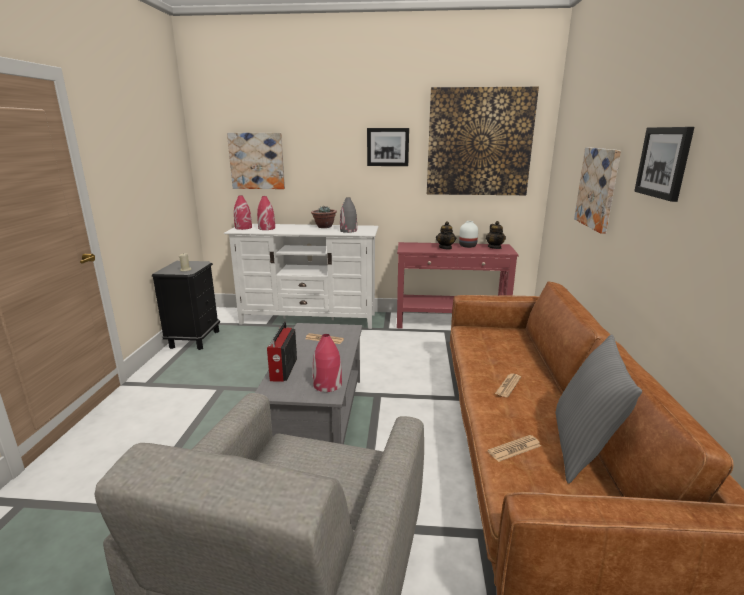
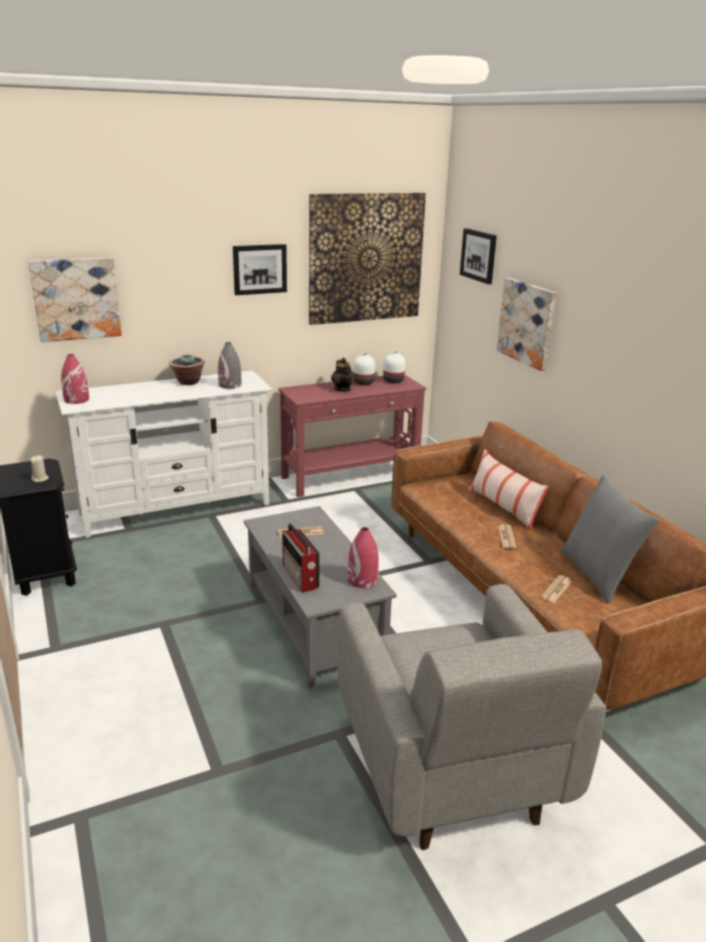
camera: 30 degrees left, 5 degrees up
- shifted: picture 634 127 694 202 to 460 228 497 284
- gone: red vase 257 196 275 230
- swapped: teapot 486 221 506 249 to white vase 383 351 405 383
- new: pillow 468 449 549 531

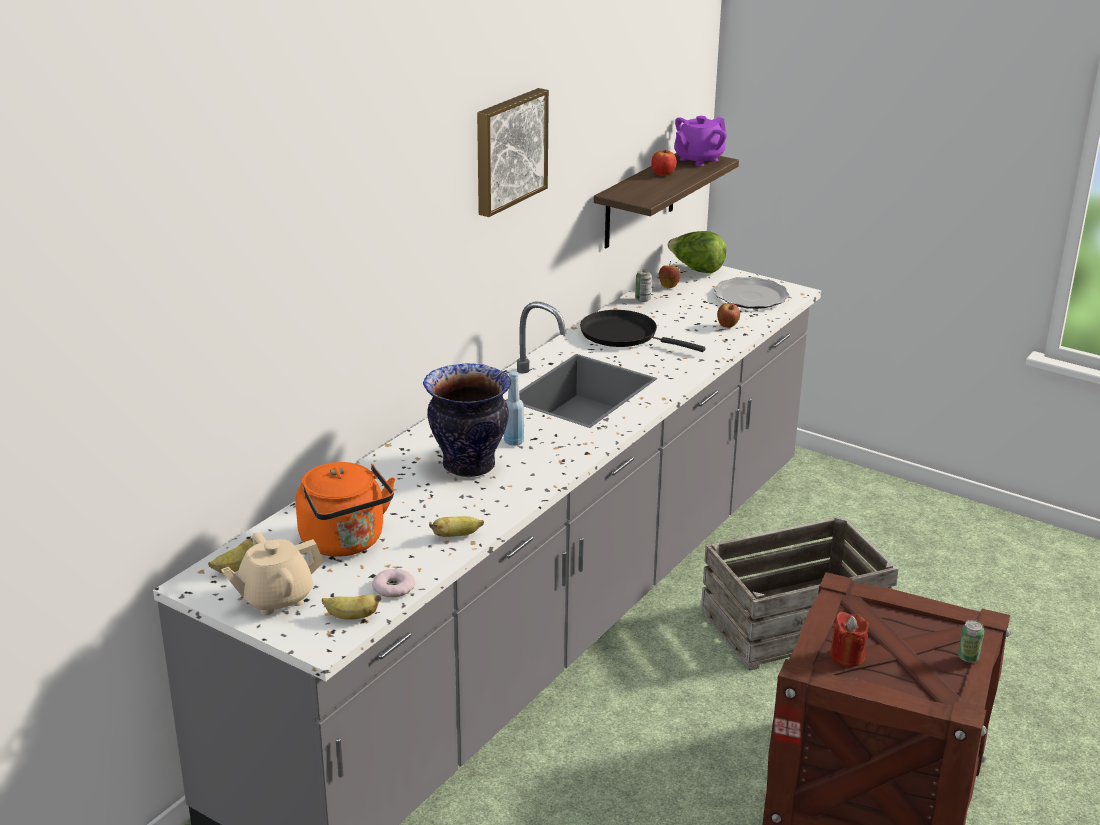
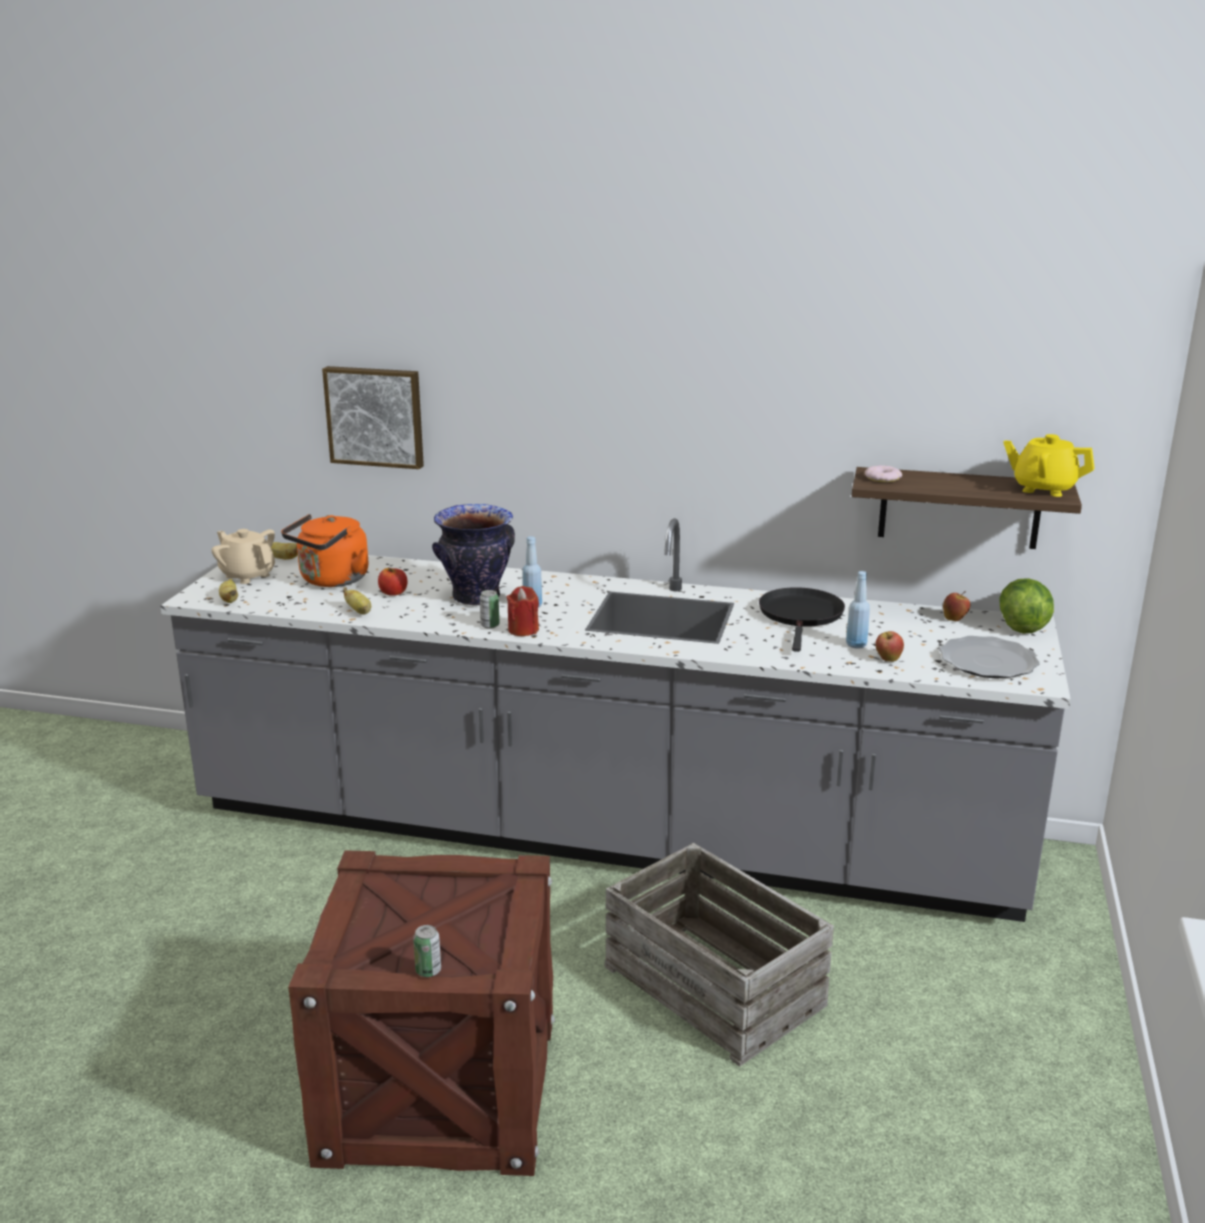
camera: 70 degrees right, 5 degrees down
- shifted: picture 477 88 549 217 to 322 366 424 469
- repainted: purple teapot 674 116 727 166 to yellow teapot 1003 434 1095 497
- shifted: apple 651 150 677 176 to 378 567 408 596
- shifted: can 635 270 652 302 to 480 590 500 629
- shifted: donut 372 569 415 597 to 865 465 902 482
- shifted: red candle 830 611 869 667 to 506 586 539 636
- new: blue bottle 846 571 870 649

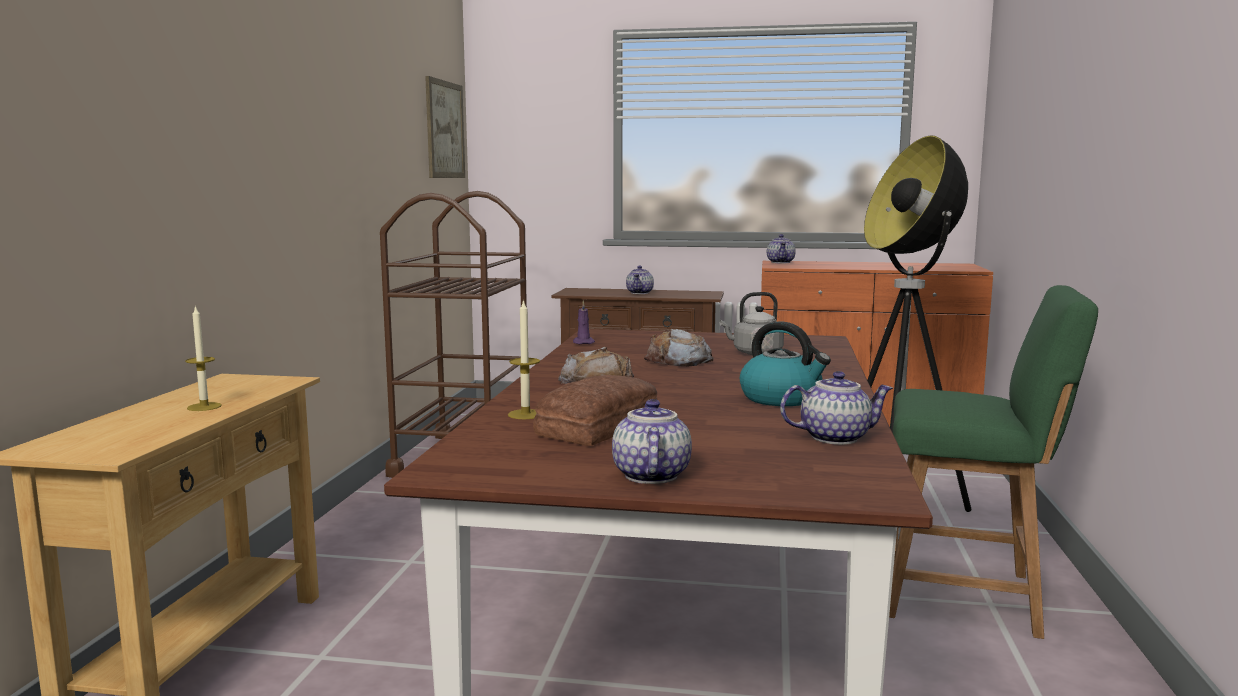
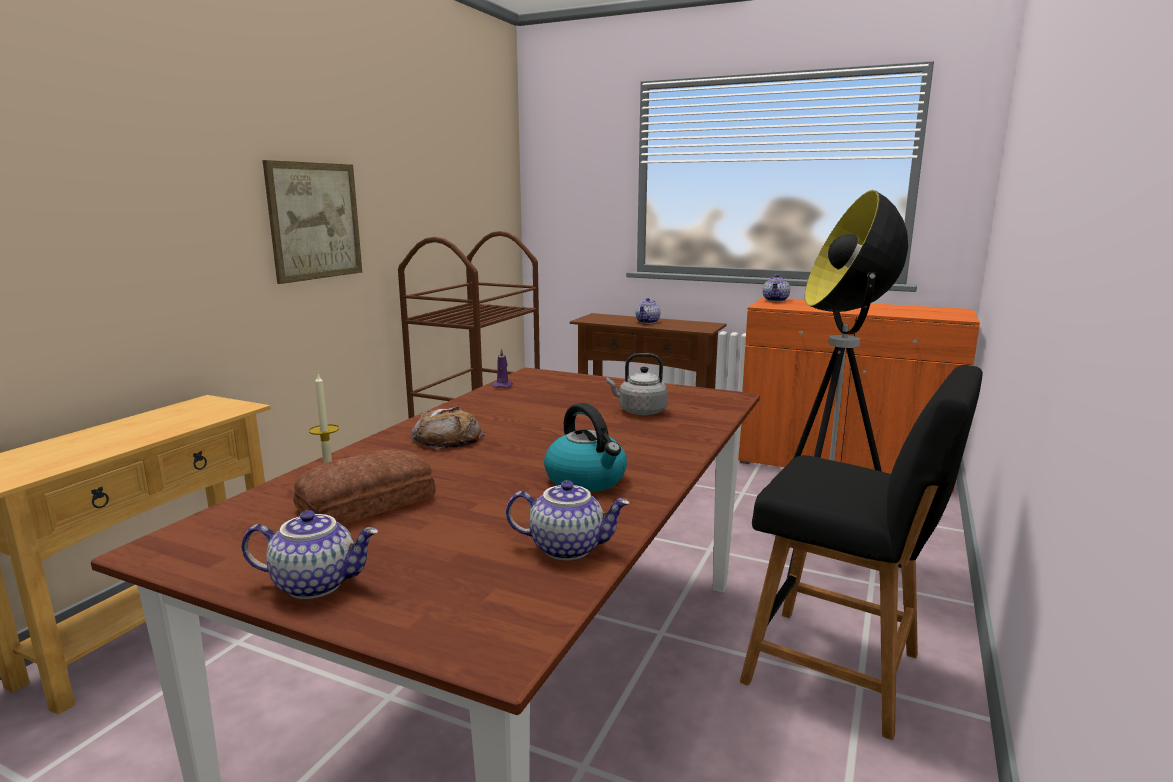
camera: 15 degrees right, 5 degrees up
- shifted: picture 425 76 465 178 to 263 160 362 284
- repainted: green chair 889 285 1098 639 to black chair 740 365 983 740
- gone: candle 185 305 222 411
- gone: bread 644 329 713 366
- rotated: teapot 612 399 692 484 = 242 510 379 599 75 degrees clockwise

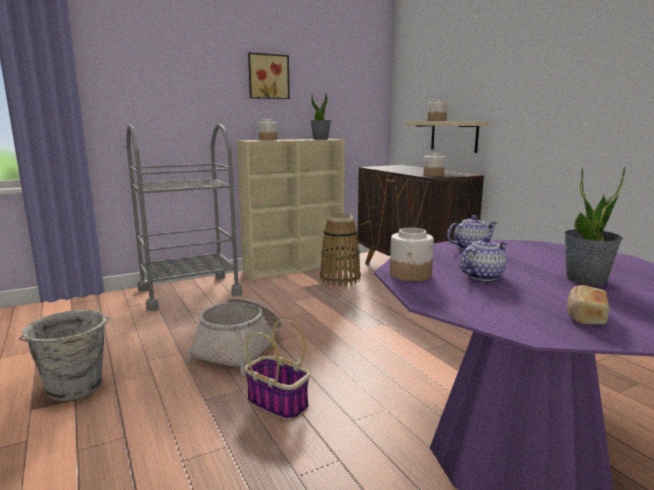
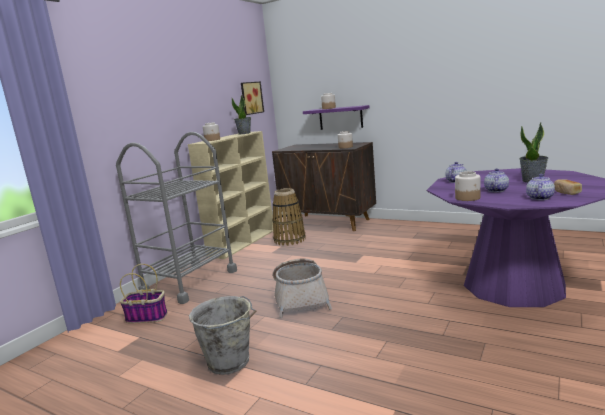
camera: 30 degrees left, 0 degrees up
- shifted: picture 248 52 290 99 to 241 81 264 115
- repainted: beige shelf 405 121 488 153 to purple shelf 303 105 369 130
- shifted: basket 245 319 310 421 to 120 264 167 323
- new: teapot 526 174 555 200

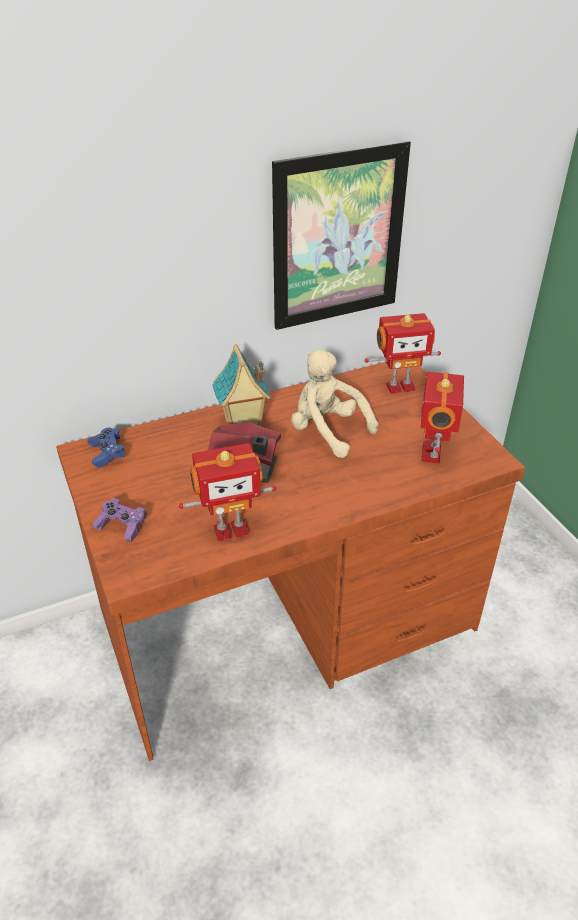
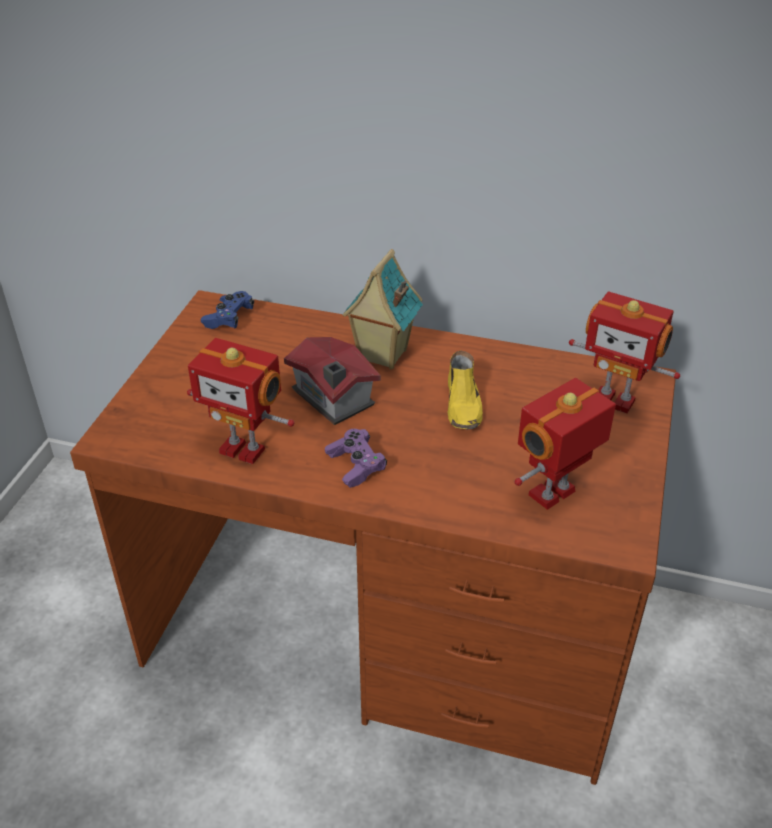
camera: 40 degrees right, 0 degrees up
- gone: picture 272 140 411 330
- swapped: beige plush toy 291 350 379 458 to yellow shoe 447 350 483 429
- shifted: purple game controller 92 498 147 542 to 325 429 387 488

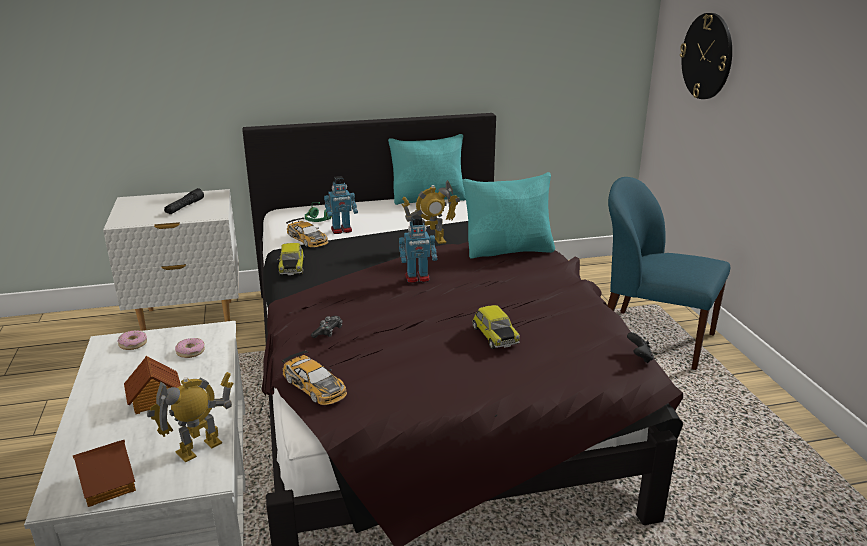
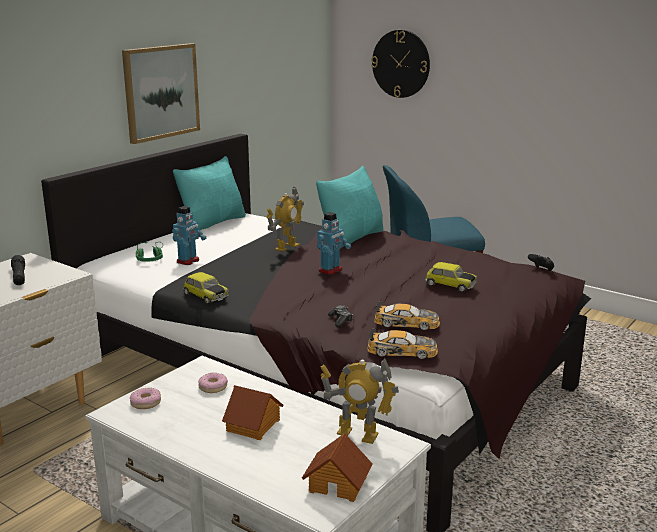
camera: 40 degrees left, 5 degrees down
- shifted: toy car 286 218 328 247 to 374 301 440 330
- rotated: toy robot 147 372 234 462 = 320 358 399 444 75 degrees counterclockwise
- new: picture 122 43 200 144

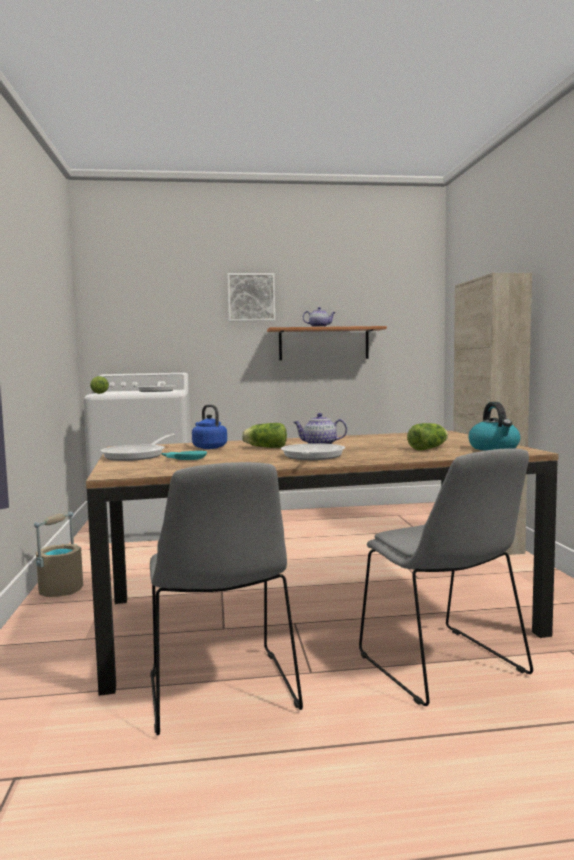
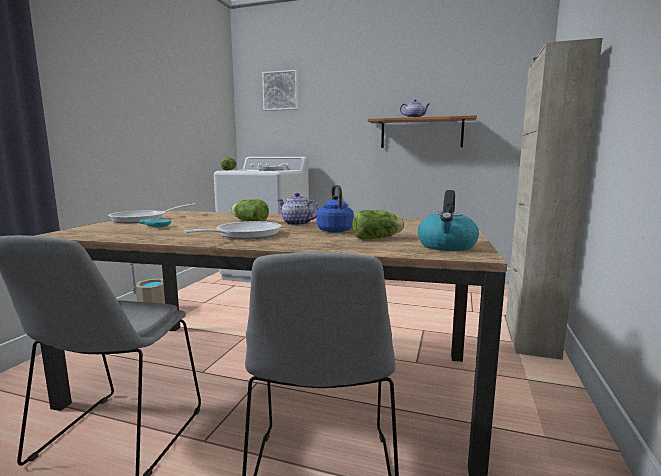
camera: 25 degrees right, 5 degrees up
- shifted: picture 227 273 275 321 to 262 70 299 111
- shifted: blue kettle 192 404 227 449 to 316 185 354 233

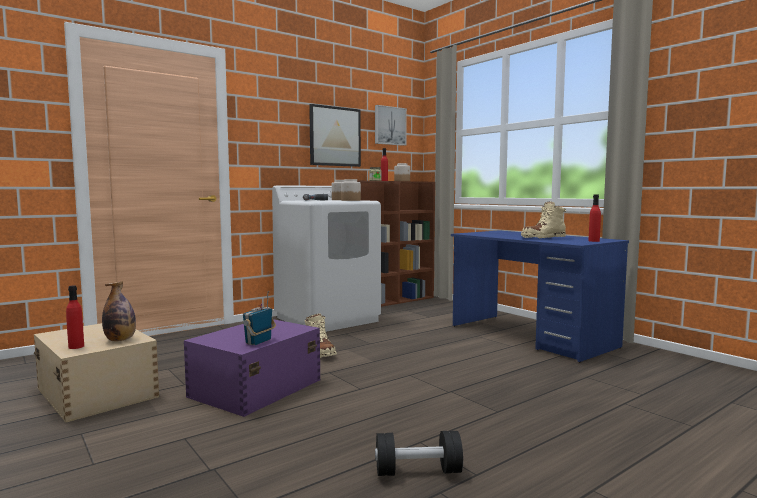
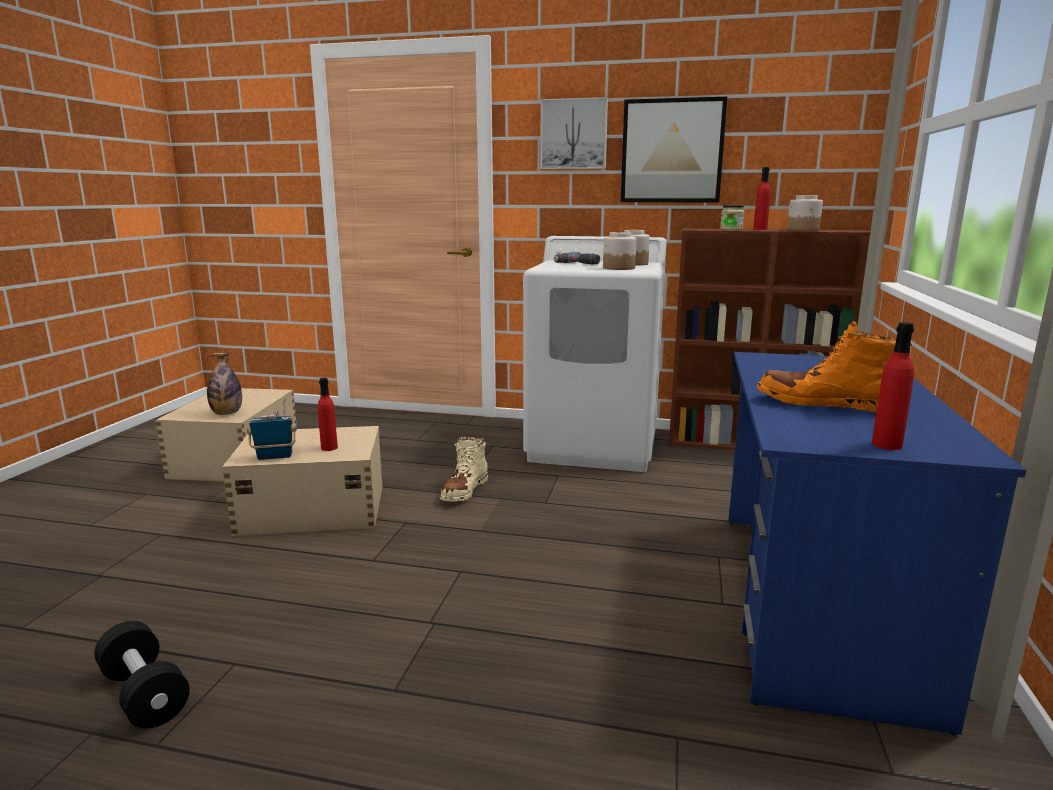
camera: 50 degrees right, 10 degrees up
- shifted: picture 375 105 407 146 to 540 97 608 169
- repainted: beige boot 521 202 566 238 to orange boot 757 320 912 412
- shifted: red bottle 66 285 84 349 to 318 378 338 451
- repainted: purple storage box 184 319 320 417 to beige storage box 222 426 383 536

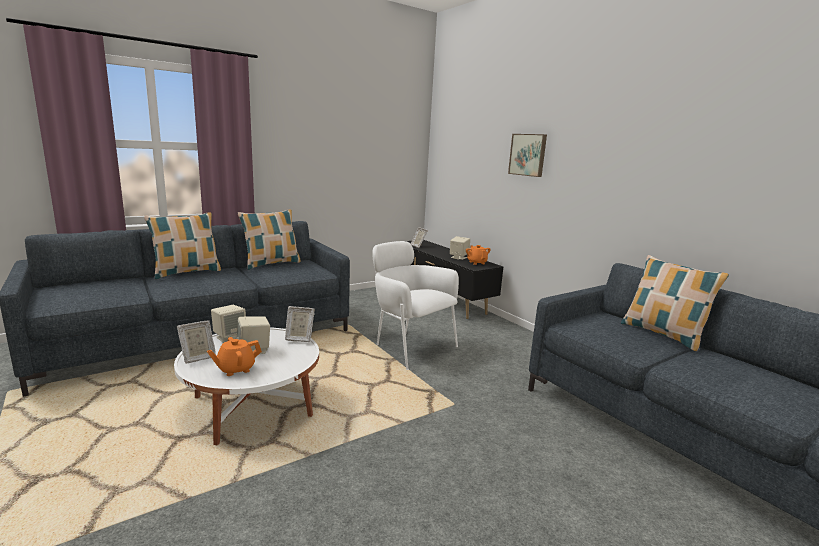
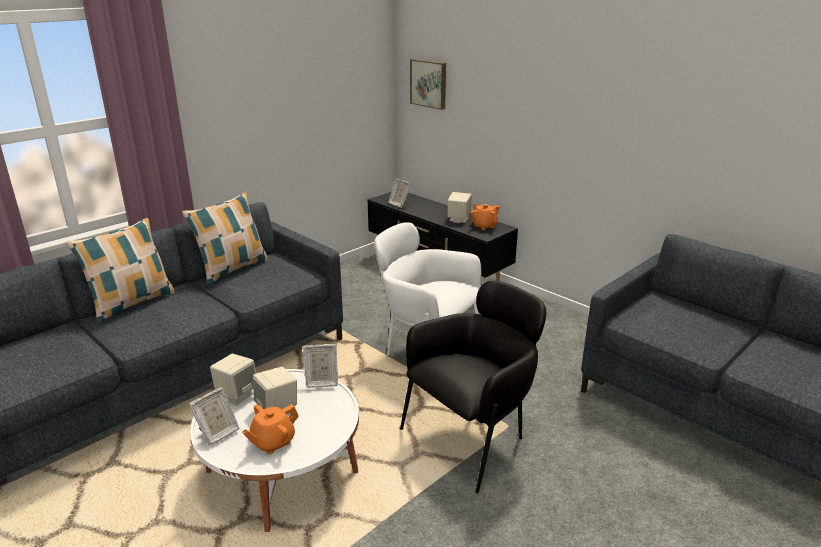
camera: 10 degrees left, 10 degrees up
- shifted: picture 508 134 547 177 to 410 59 446 110
- gone: pillow 621 255 729 351
- new: black armchair 400 280 546 493

